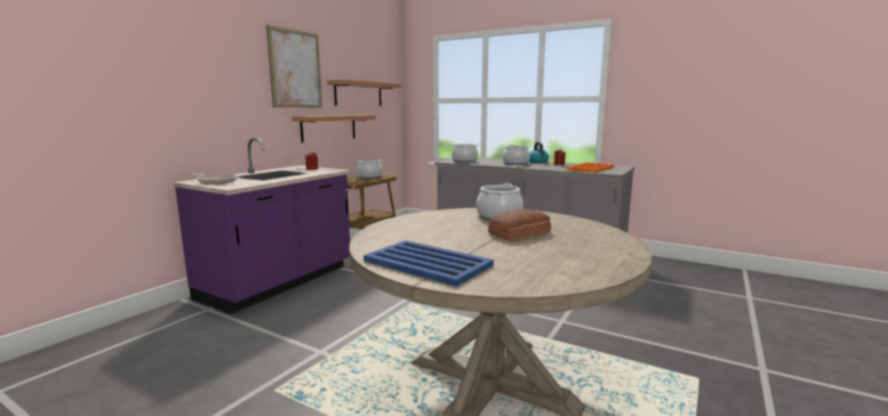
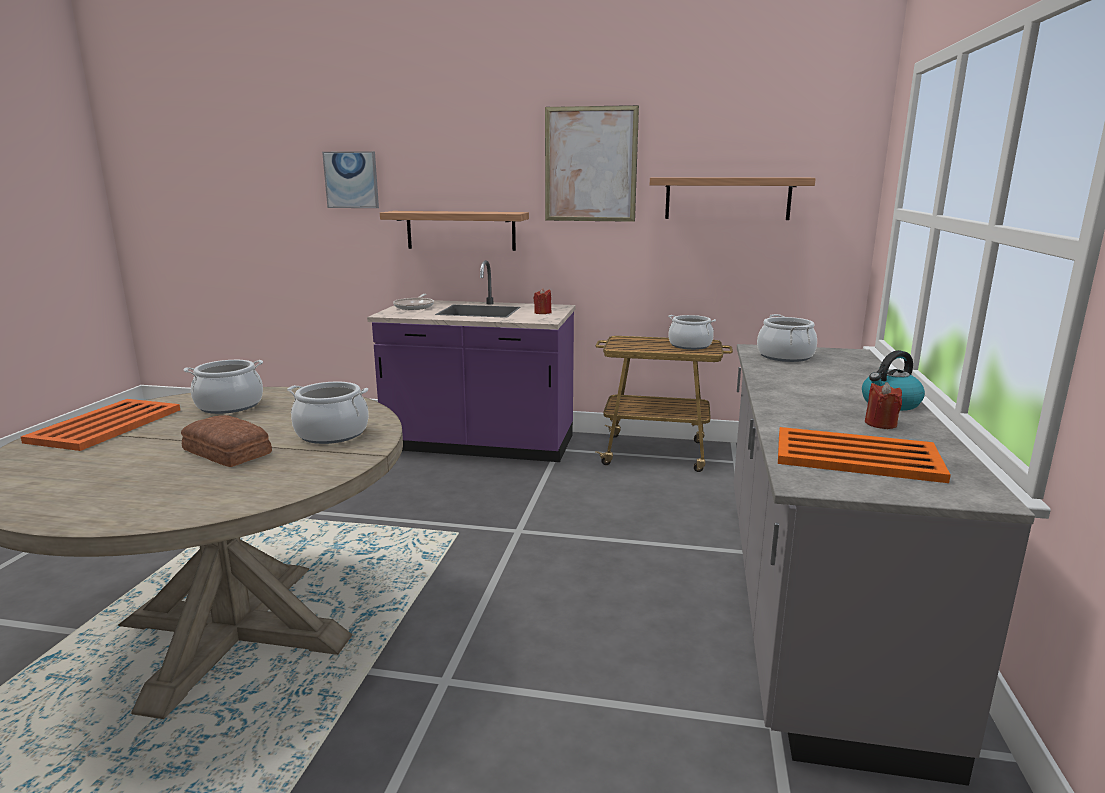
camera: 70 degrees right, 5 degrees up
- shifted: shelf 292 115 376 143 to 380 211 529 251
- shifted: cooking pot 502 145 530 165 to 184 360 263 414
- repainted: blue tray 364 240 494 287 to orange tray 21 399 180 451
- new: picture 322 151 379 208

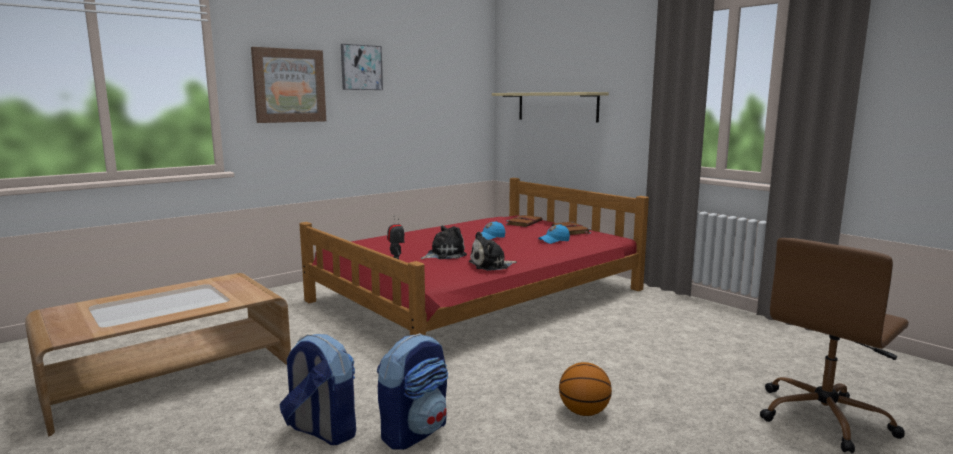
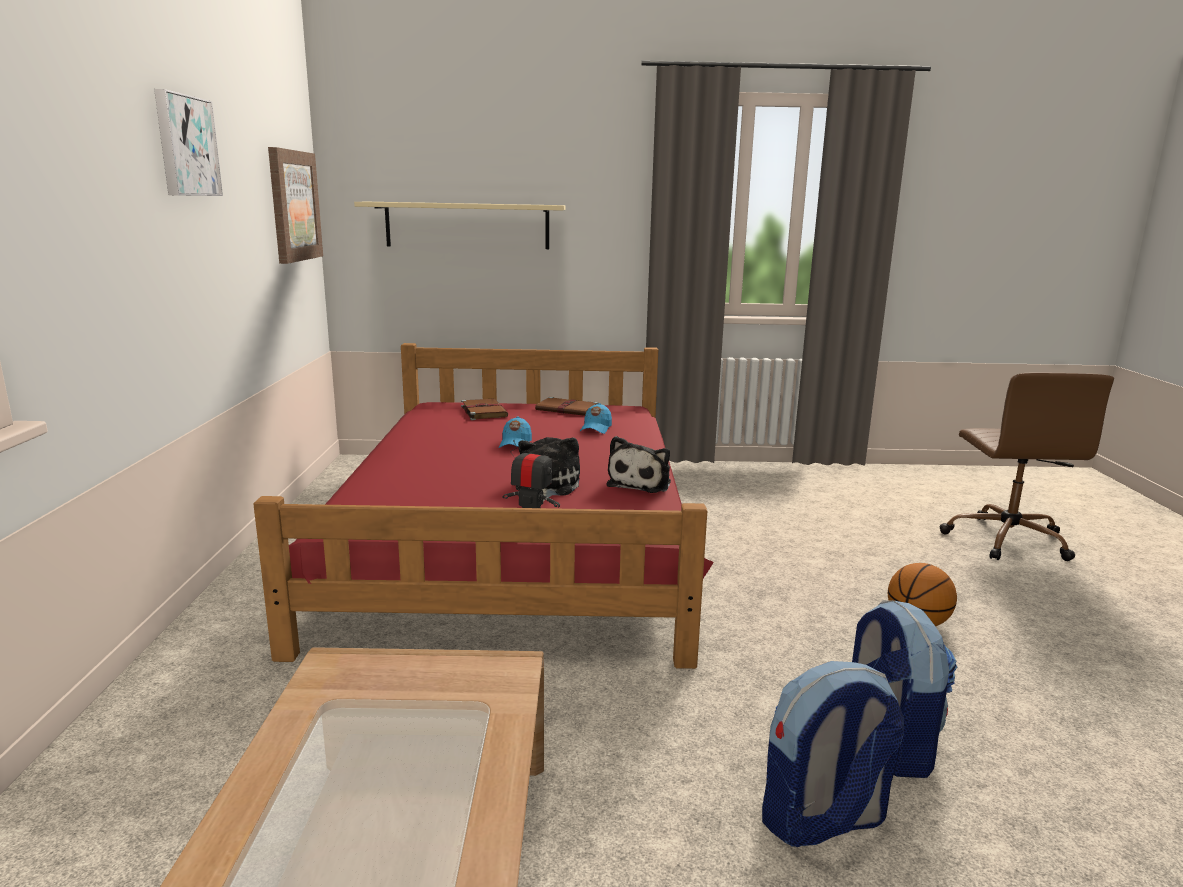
camera: 50 degrees left, 5 degrees up
- shifted: picture 251 47 326 123 to 268 147 323 264

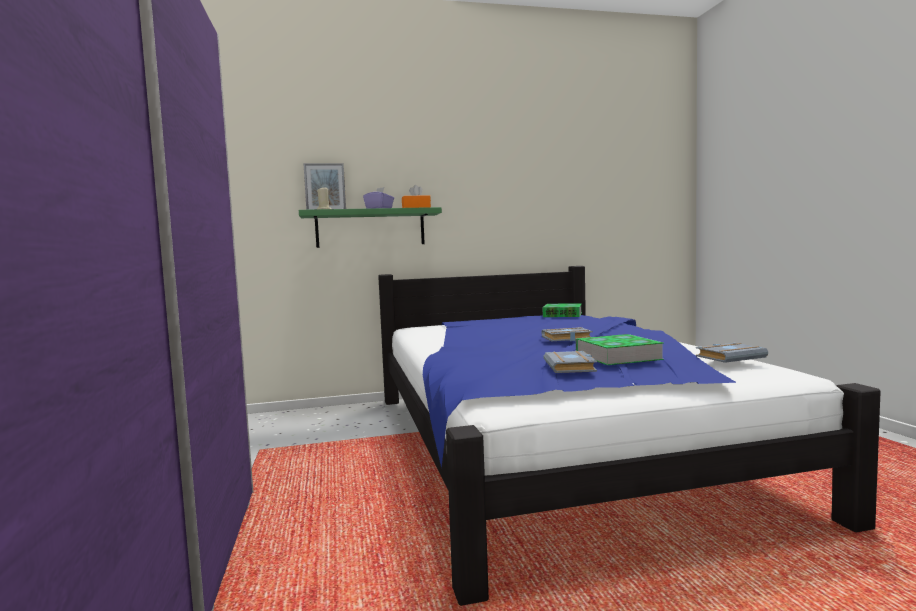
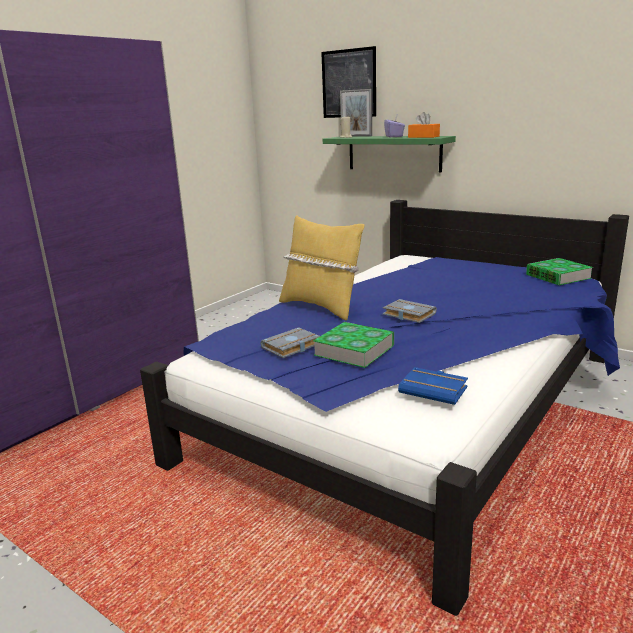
camera: 50 degrees right, 15 degrees up
- repainted: grey book 696 343 768 363 to blue book 398 367 468 405
- new: picture 321 46 376 118
- new: yellow pillow 279 215 364 320

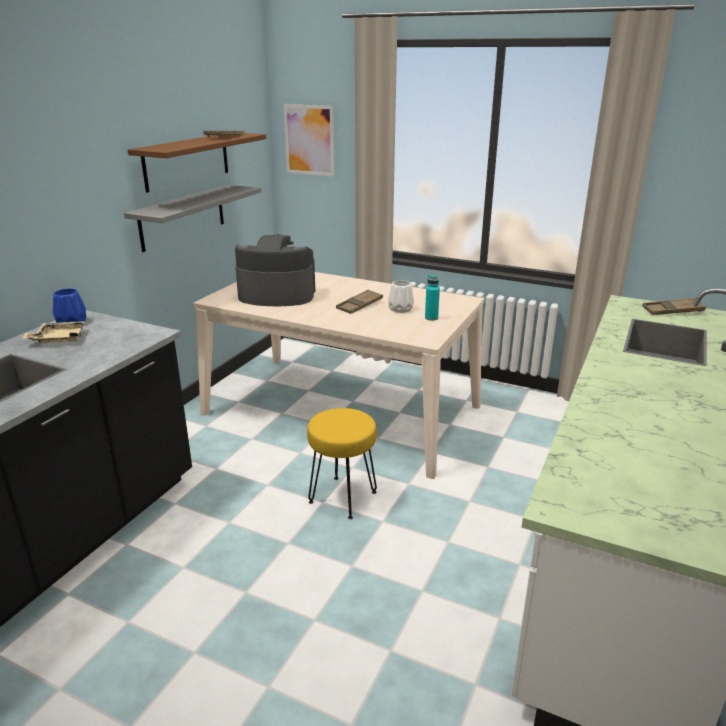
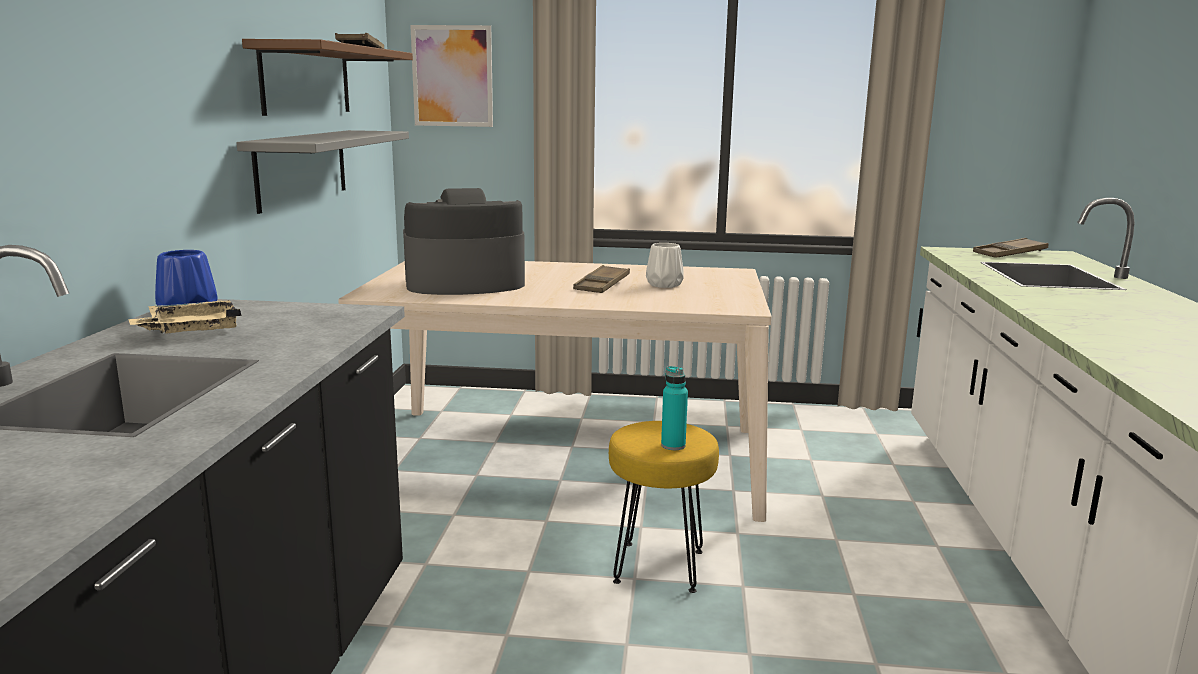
camera: 20 degrees left, 10 degrees down
- shifted: turquoise bottle 425 274 440 321 to 661 366 688 450

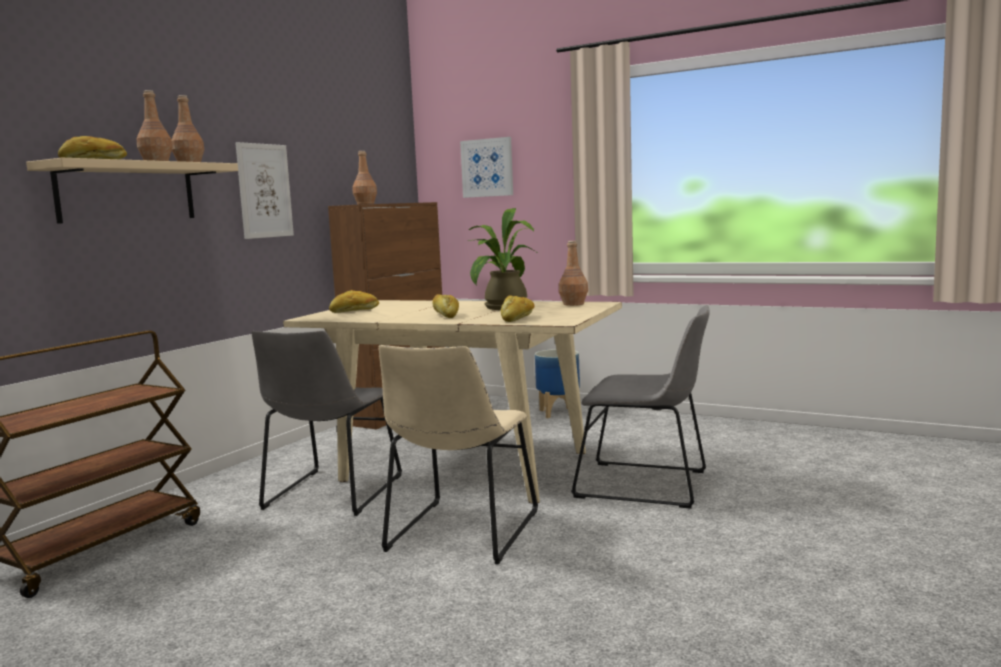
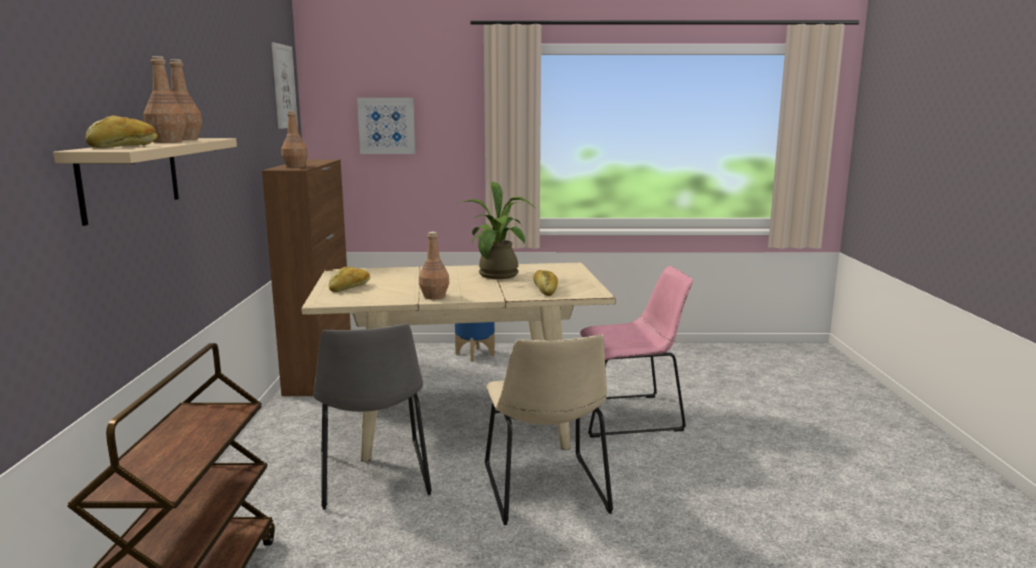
camera: 30 degrees left, 5 degrees up
- shifted: picture 235 142 294 239 to 272 43 298 129
- shifted: brown bottle 559 241 588 306 to 419 232 449 299
- gone: bread 432 294 459 318
- repainted: grey chair 571 305 710 509 to pink chair 580 266 693 438

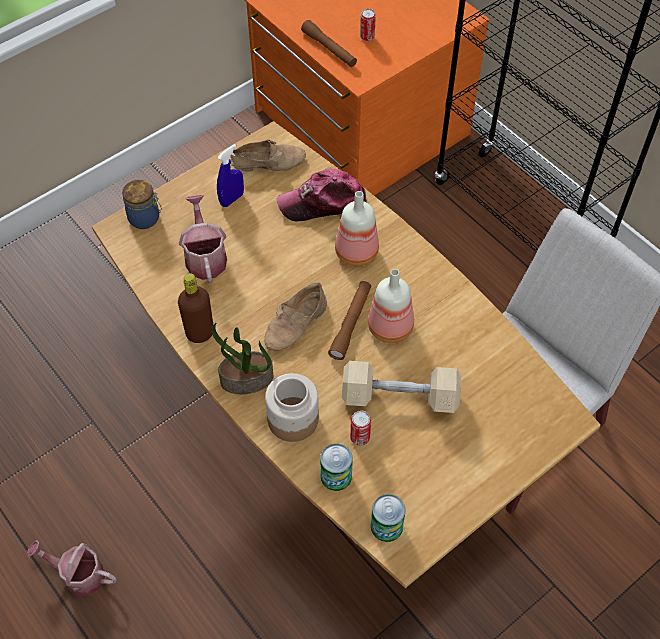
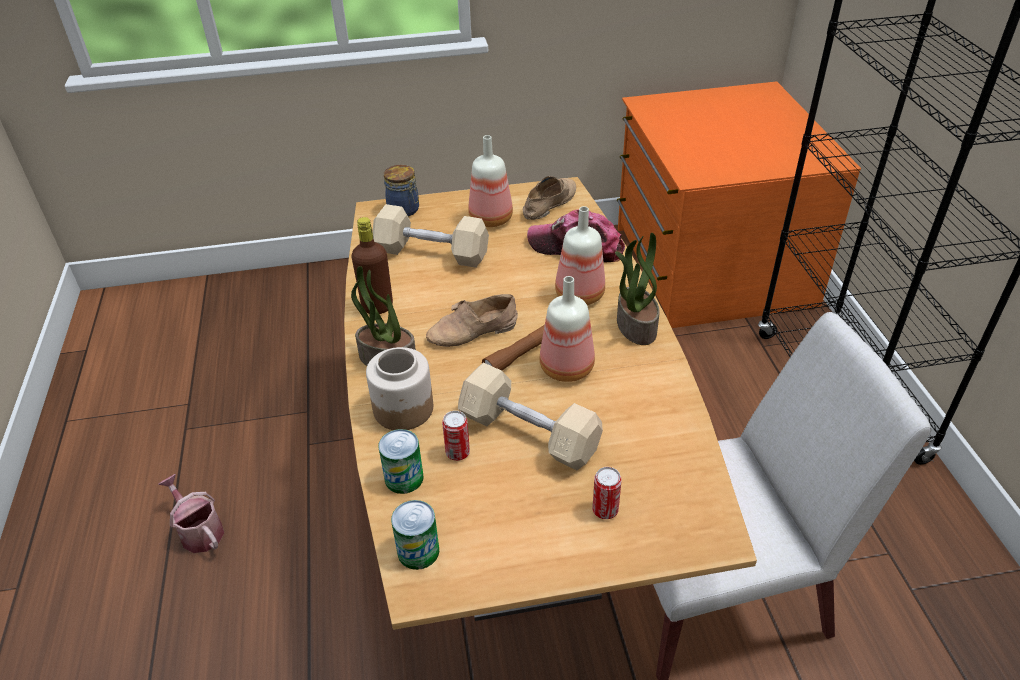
camera: 30 degrees right, 15 degrees down
- shifted: can 360 9 376 41 to 592 467 622 519
- gone: brown flashlight 301 20 357 67
- rotated: beige shoe 230 140 306 172 = 523 176 576 220 75 degrees counterclockwise
- swapped: blue spray bottle 217 144 244 207 to bottle 468 135 513 227
- swapped: watering can 179 195 227 283 to beige dumbbell 373 204 489 268
- new: potted plant 615 233 660 345

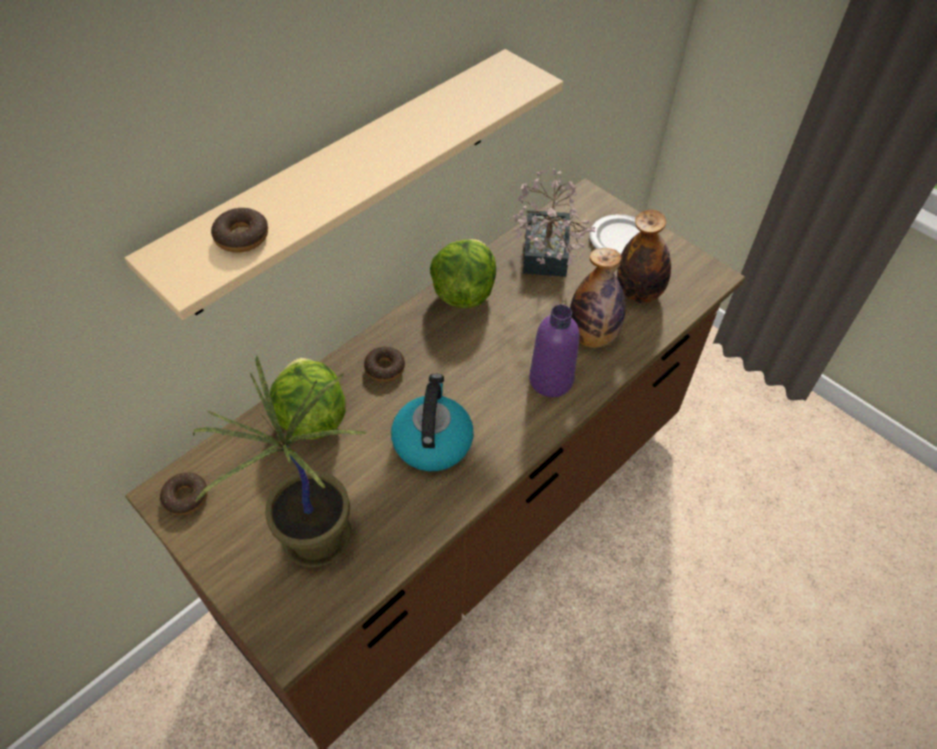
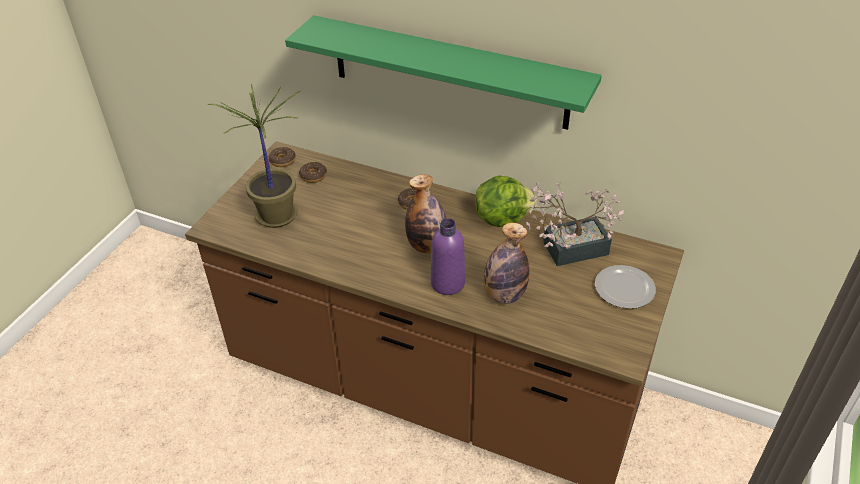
camera: 70 degrees right, 10 degrees down
- repainted: beige shelf 125 49 563 320 to green shelf 285 15 602 130
- shifted: donut 211 208 268 253 to 299 162 327 183
- shifted: bottle 617 210 671 303 to 405 174 446 253
- gone: lettuce 270 358 346 439
- gone: kettle 391 374 474 472

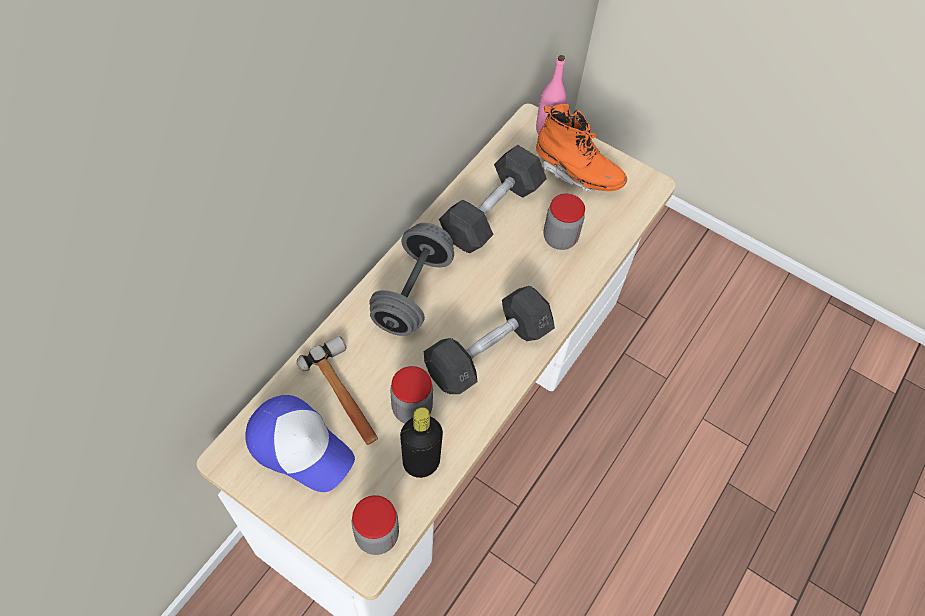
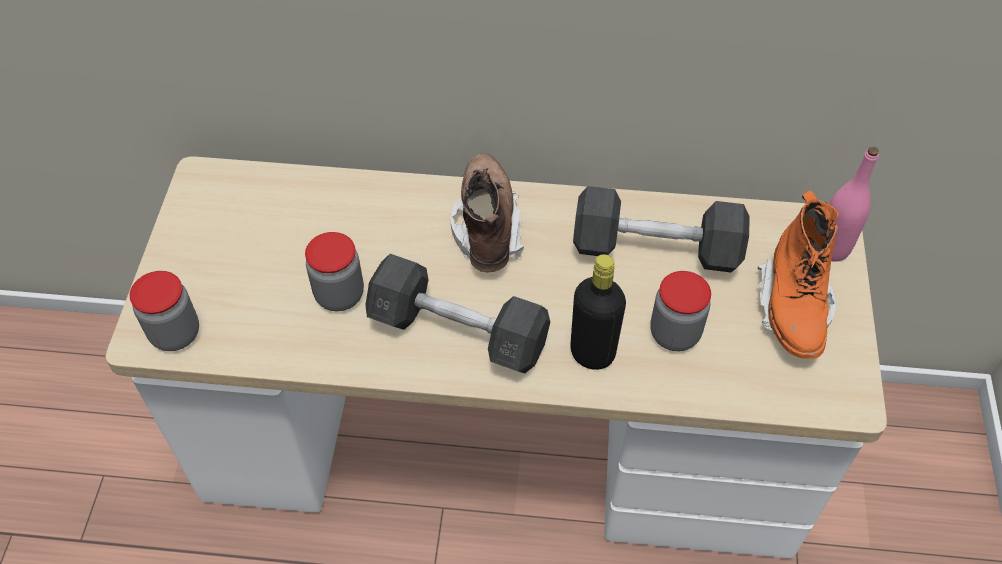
camera: 65 degrees right, 5 degrees down
- swapped: grey dumbbell 369 223 454 336 to brown boot 450 153 524 272
- gone: hammer 297 336 378 445
- gone: cap 245 395 355 492
- shifted: black bottle 400 407 443 478 to 570 254 626 370

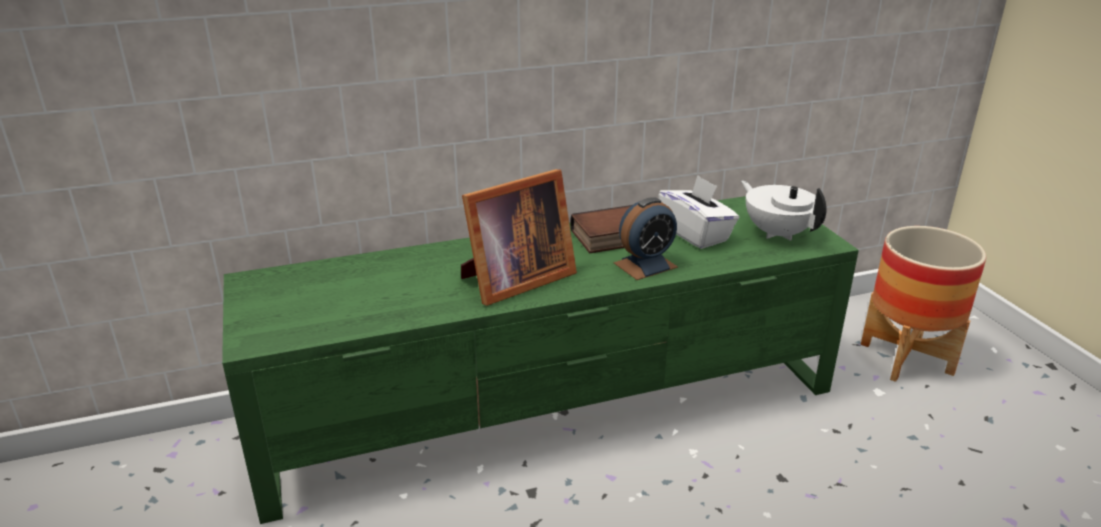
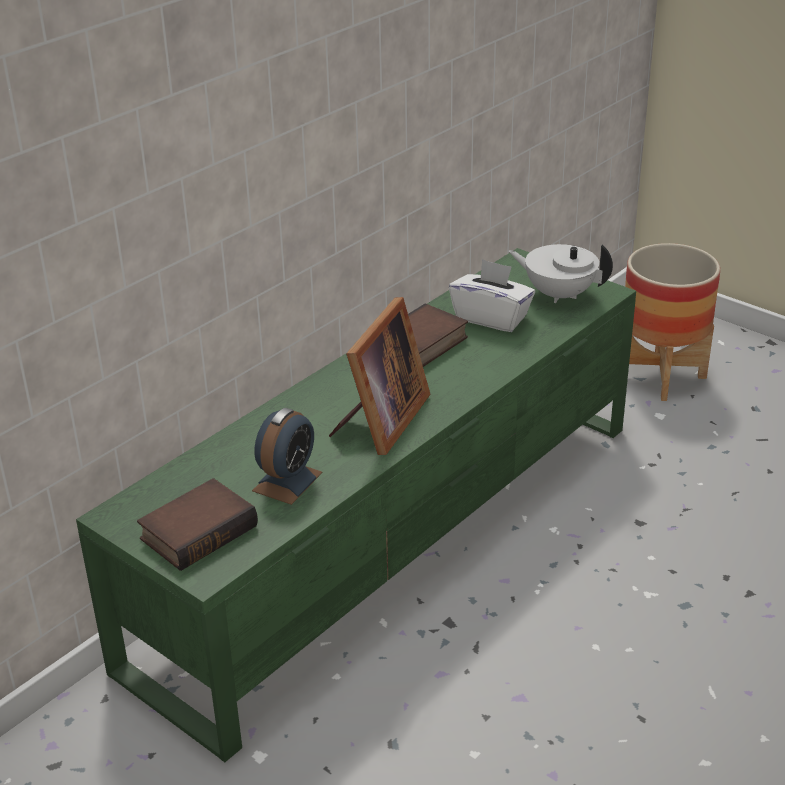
camera: 30 degrees left, 5 degrees up
- shifted: alarm clock 614 197 678 280 to 252 408 323 505
- new: book 137 478 258 571

